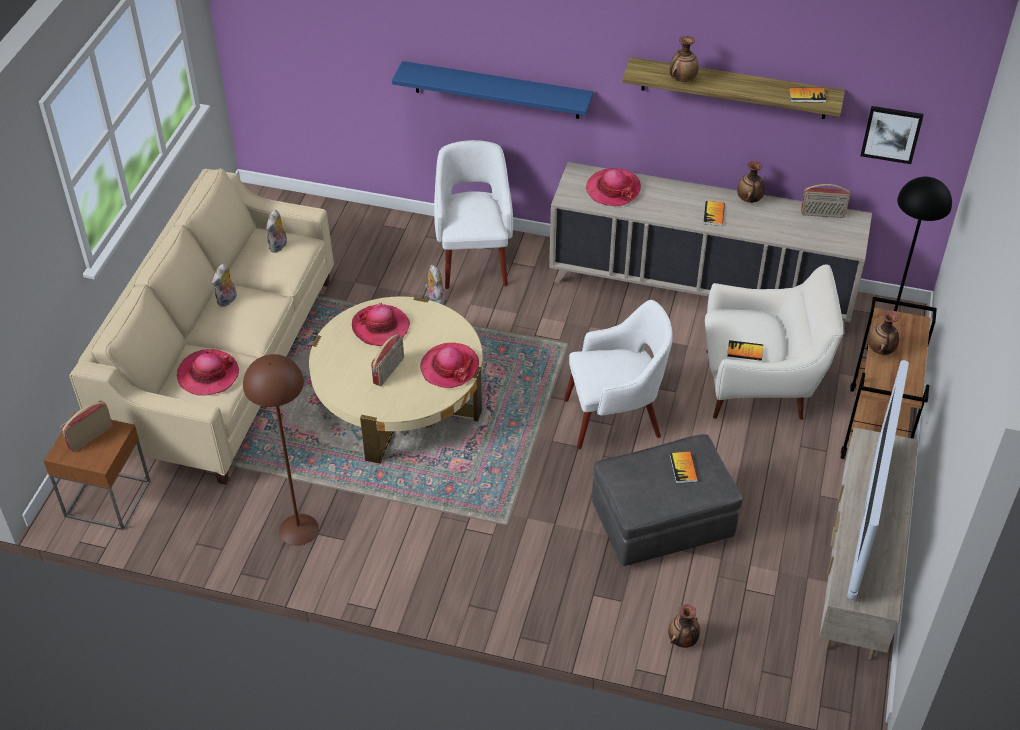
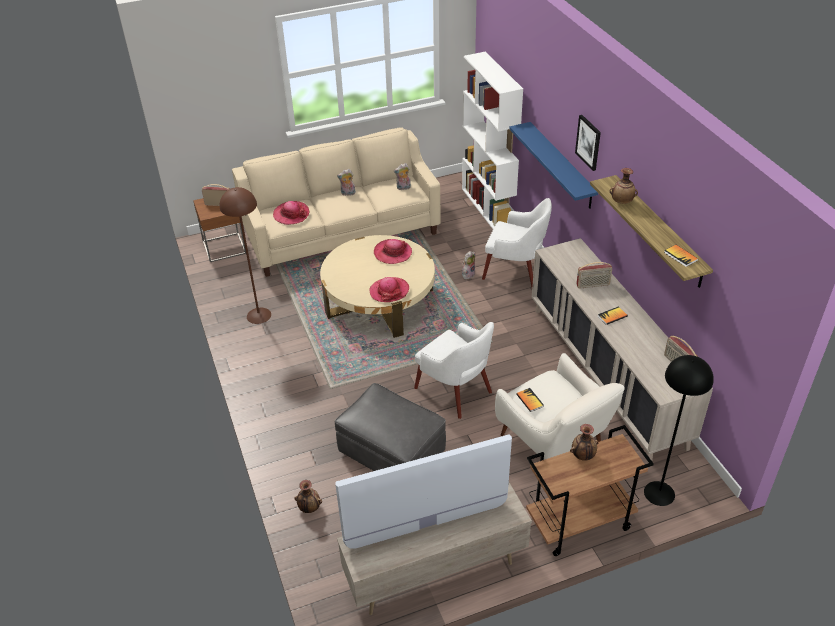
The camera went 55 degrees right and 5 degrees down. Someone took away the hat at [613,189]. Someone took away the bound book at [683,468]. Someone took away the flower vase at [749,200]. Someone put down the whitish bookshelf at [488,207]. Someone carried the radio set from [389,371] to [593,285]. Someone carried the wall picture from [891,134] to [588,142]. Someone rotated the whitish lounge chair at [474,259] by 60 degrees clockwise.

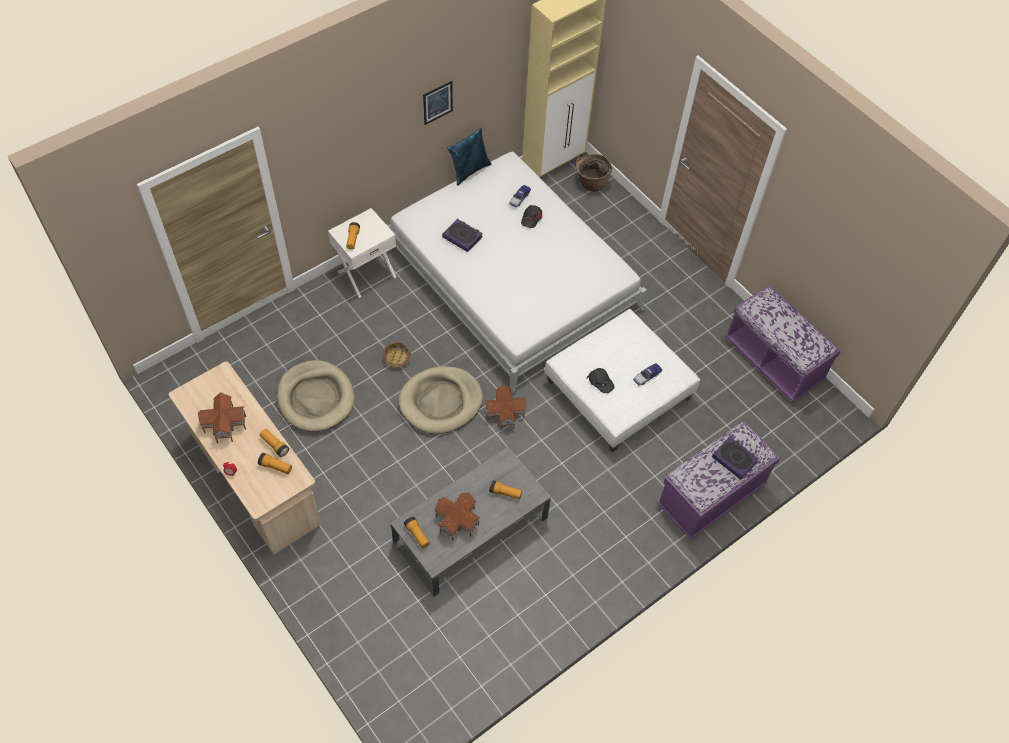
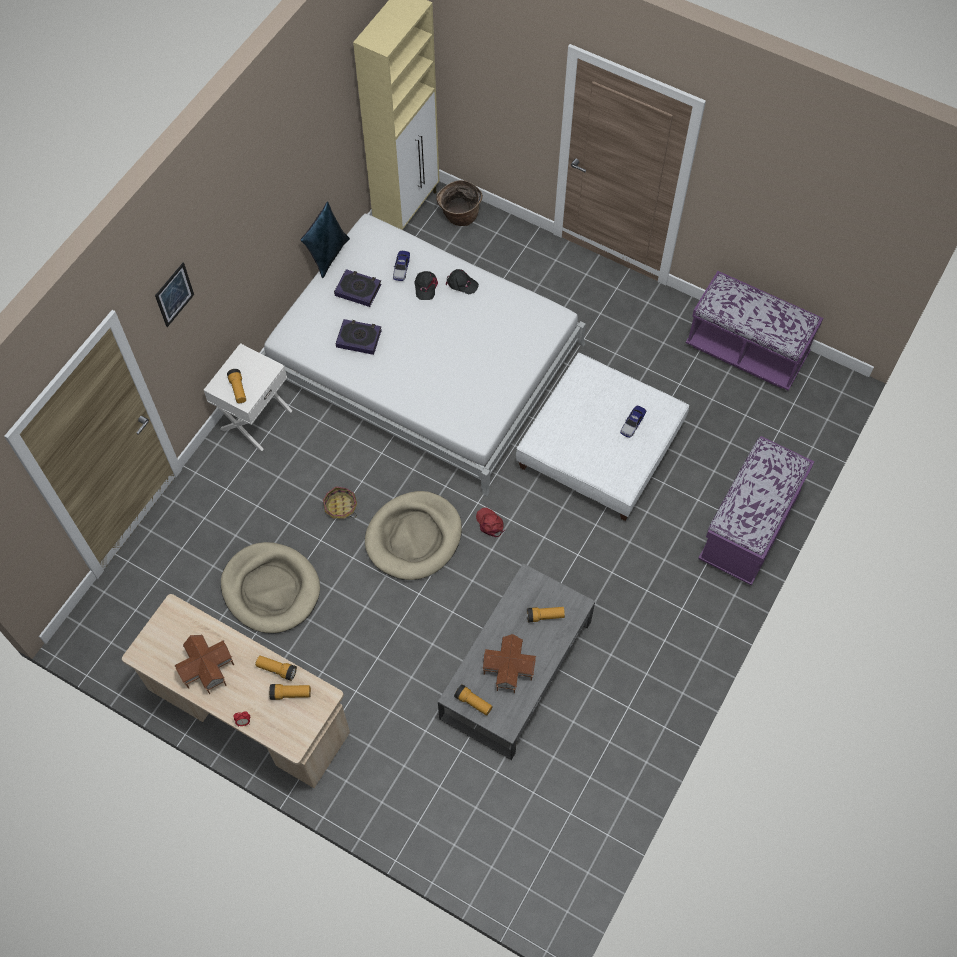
The camera went 20 degrees left and 5 degrees up. Someone carried the wall picture from [437,102] to [174,294]. Someone carried the black baseball cap from [600,381] to [461,283]. Someone carried the bound book from [734,459] to [358,290]. Someone swapped the miniature house at [504,414] for the red-coloured baseball cap at [490,523].

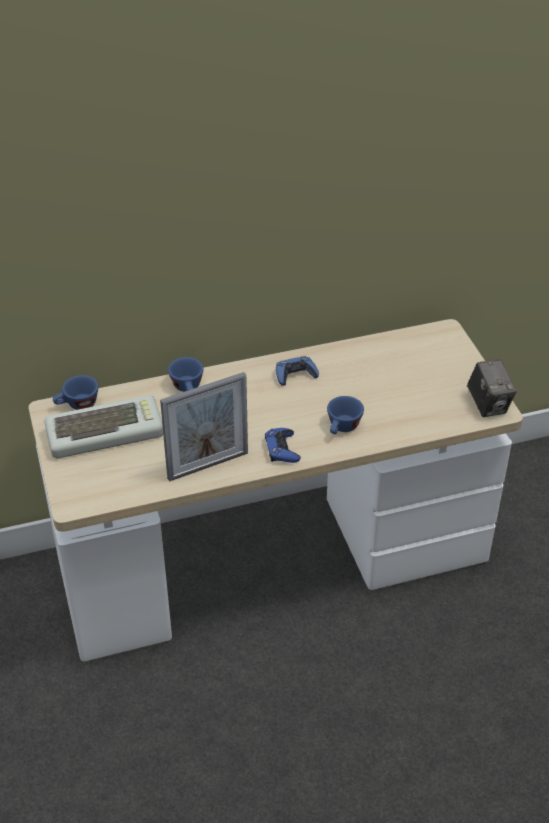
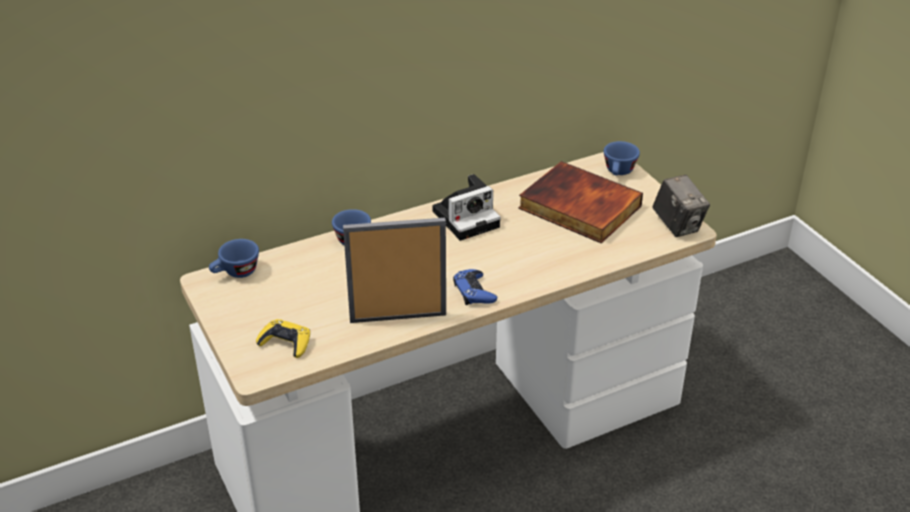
The camera went 10 degrees left and 5 degrees down. Someone took away the computer keyboard at [106,432]. Someone put down the yellow gamepad at [285,343]. Someone put down the bound book at [578,208]. Someone carried the blue drinking cup from [342,428] to [619,172]. Someone swapped the blue gamepad at [295,374] for the photo camera at [467,217]. Someone rotated the photo frame at [208,466] by 150 degrees counterclockwise.

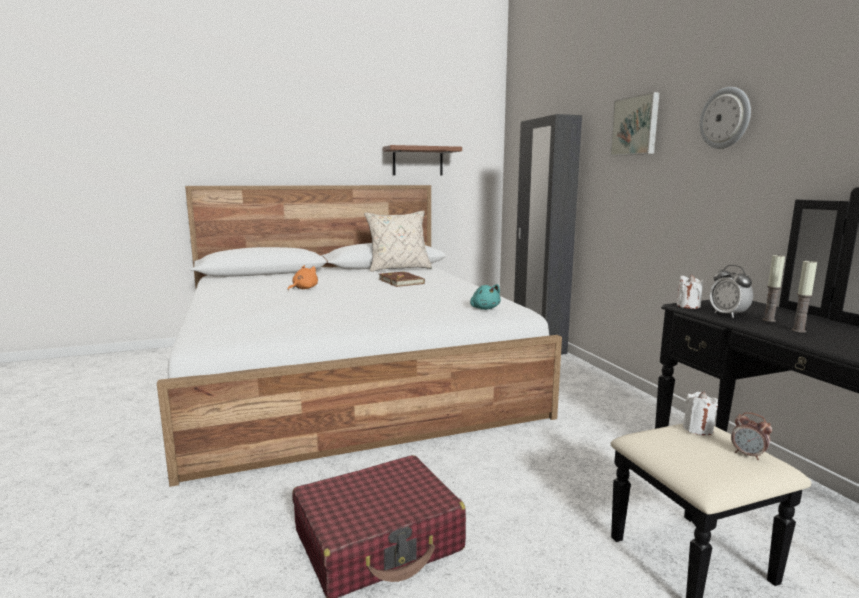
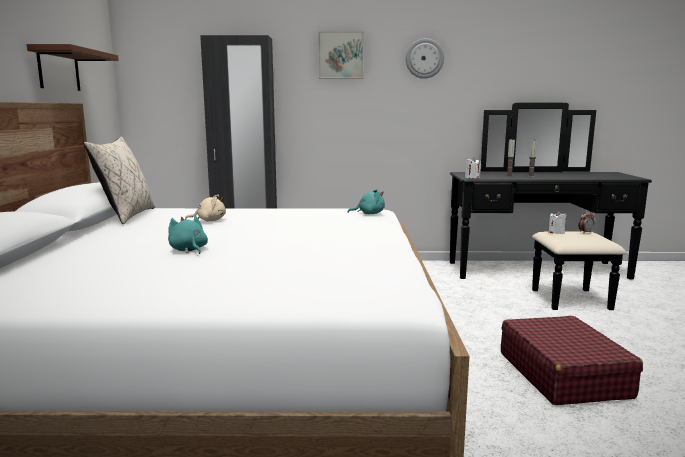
The camera went 70 degrees left and 0 degrees up. Someone took away the table clock at [728,314]. Someone swapped the brown-coloured bound book at [401,281] for the sand-coloured cuddly toy at [209,220]. Someone repainted the orange cuddly toy at [303,288], which became the turquoise cuddly toy at [188,250].

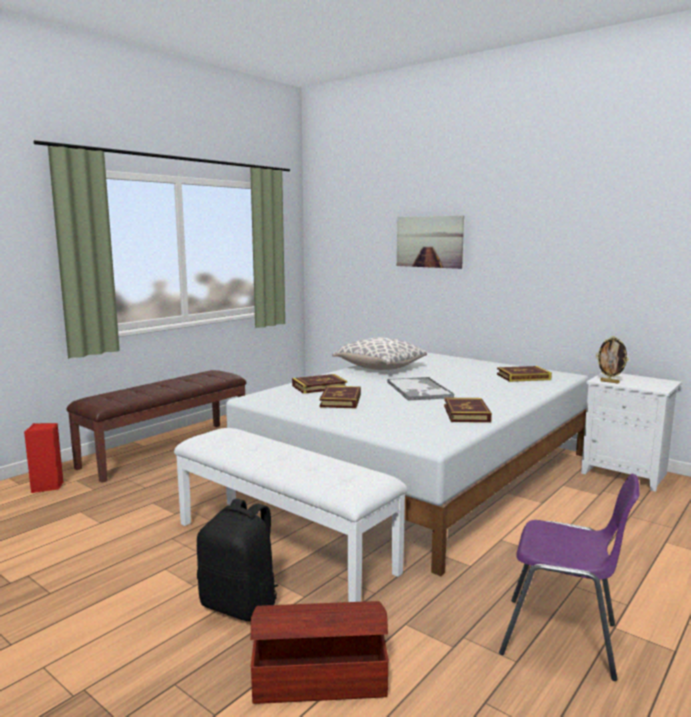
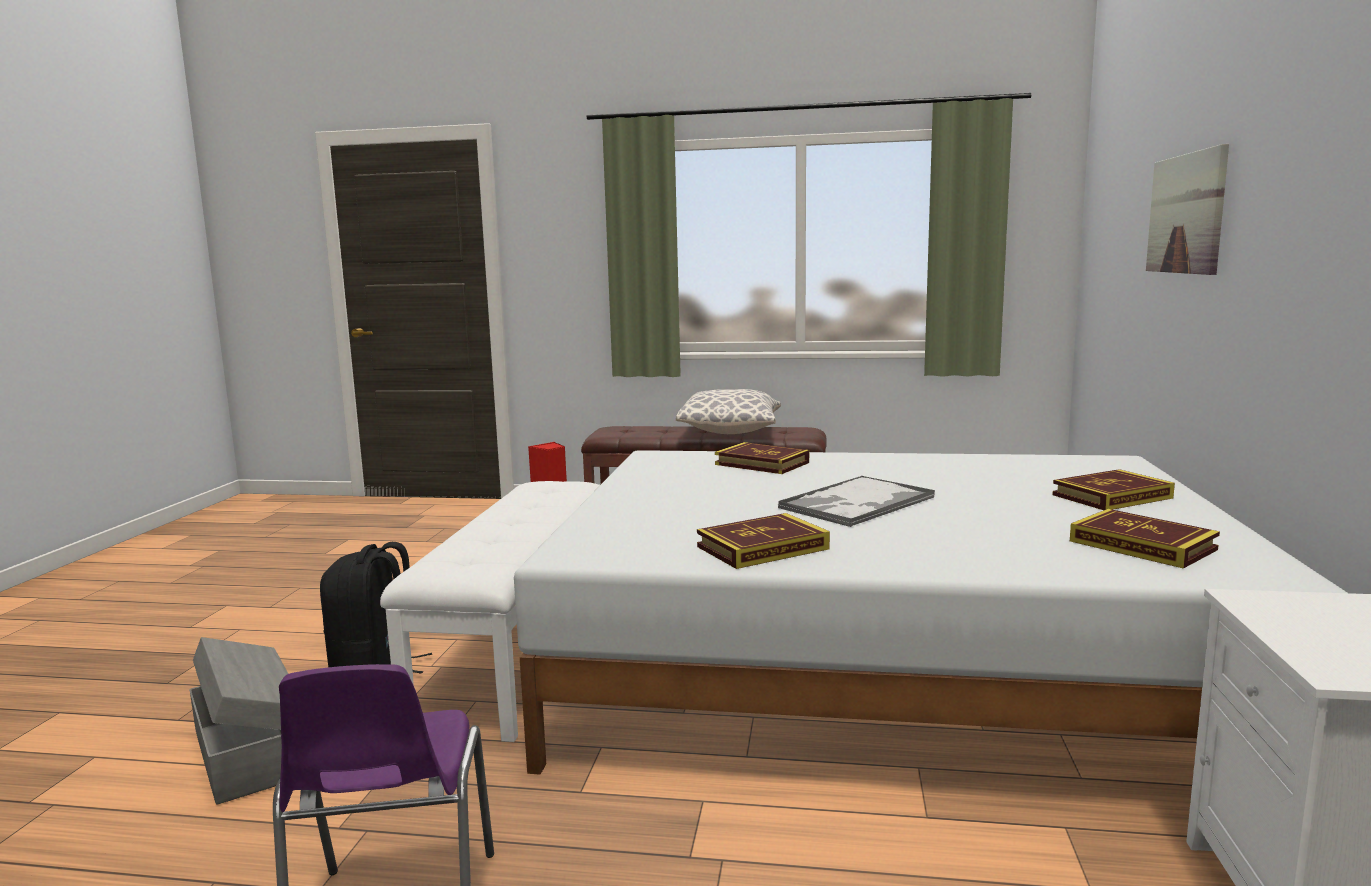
The camera went 60 degrees right and 0 degrees up. Someone took away the photo frame at [610,382]. Someone carried the bound book from [340,400] to [1112,496]. Someone carried the cushion from [379,368] to [730,431]. Someone repainted the brown-coloured storage container at [318,676], which became the gray storage container at [249,752].

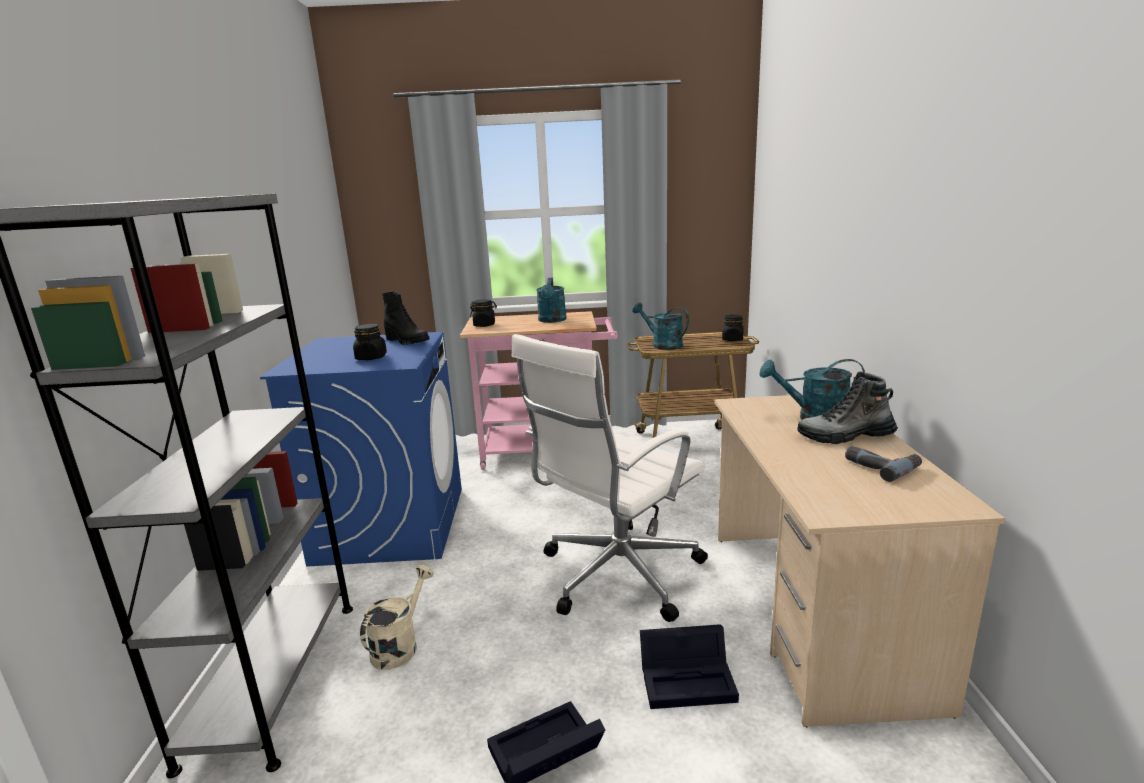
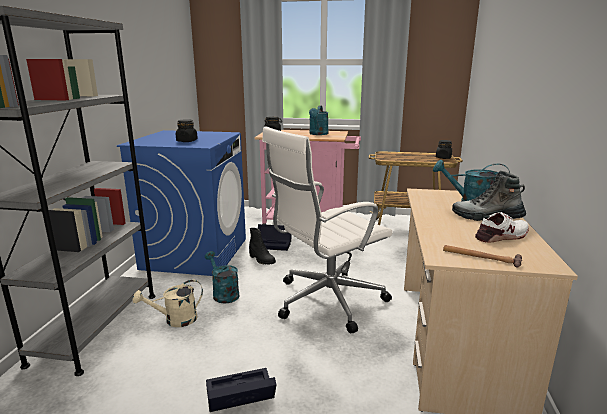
The camera went 10 degrees right and 0 degrees up. Someone put down the tool hammer at [481,257]. Someone carried the black tall boot from [406,341] to [261,260]. Someone carried the turquoise sprinkling can from [662,345] to [223,293]. Someone carried the black storage container from [689,678] to [274,244]. Someone swapped the electric drill at [881,466] for the whitish low shoe at [502,236]. Someone rotated the sand-coloured sprinkling can at [400,645] by 150 degrees counterclockwise.

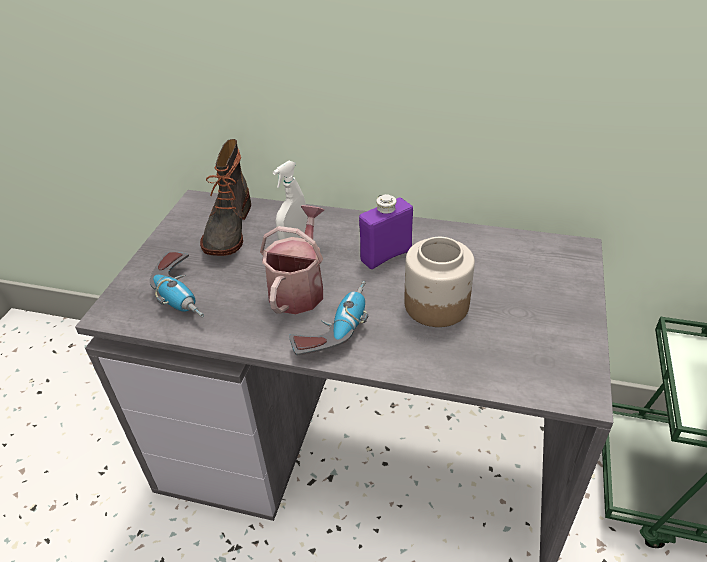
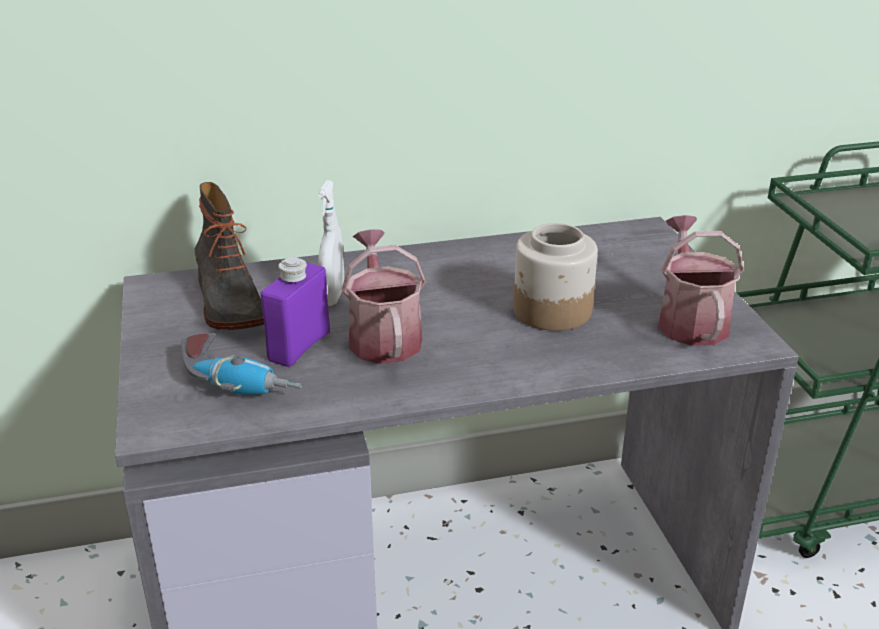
The camera went 30 degrees left and 10 degrees down. Someone took away the electric drill at [334,327]. Someone put down the sprinkling can at [690,320]. Someone carried the purple drink bottle from [386,255] to [299,346].

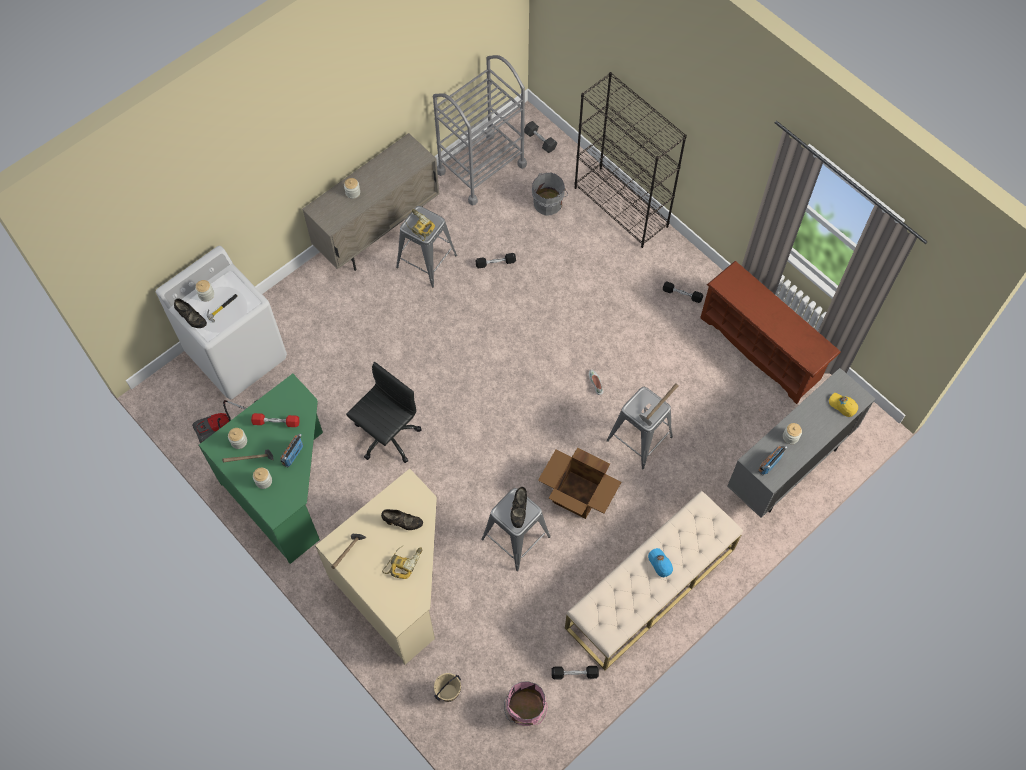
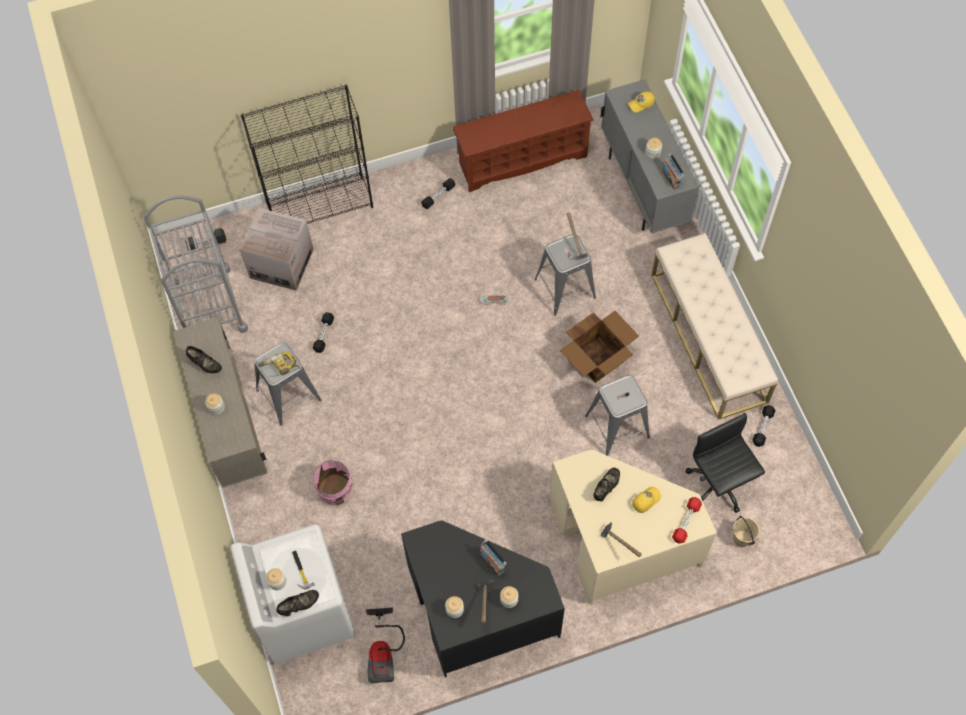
The camera went 65 degrees left and 0 degrees up. Someone took away the blue baseball cap at [660,563]. Someone carried the red-coloured hand weight from [276,422] to [686,522]. Someone carried the black desk chair from [386,436] to [719,485]. Someone carried the pink pail from [525,710] to [336,490]. Someone carried the black low shoe from [519,510] to [205,364]. Someone swapped the electric drill at [403,562] for the yellow baseball cap at [646,500]. Someone swapped the gray pail at [549,202] for the cardboard box at [281,263]. Someone repainted the green desk at [286,488], which became the black desk at [478,613].

